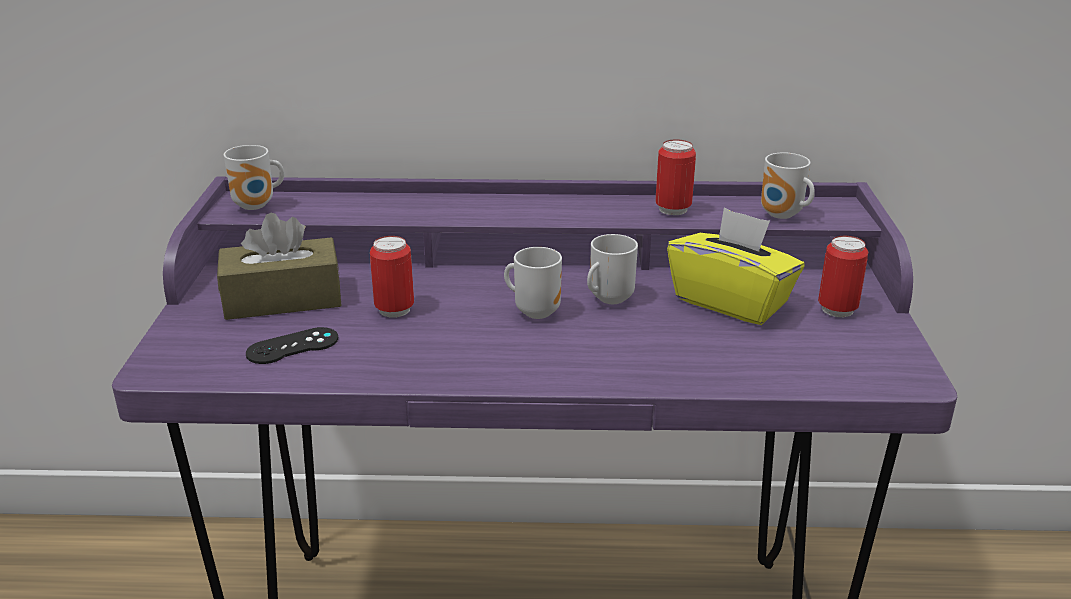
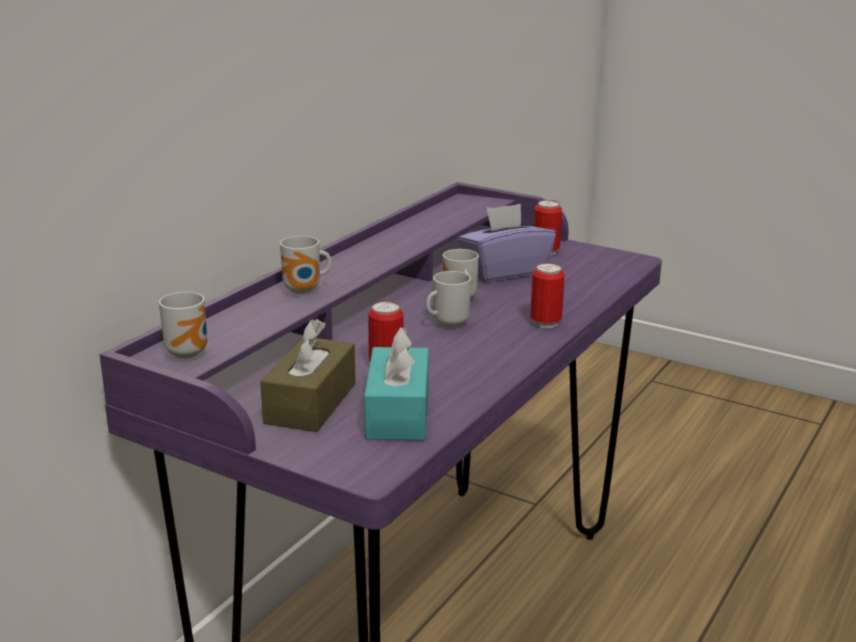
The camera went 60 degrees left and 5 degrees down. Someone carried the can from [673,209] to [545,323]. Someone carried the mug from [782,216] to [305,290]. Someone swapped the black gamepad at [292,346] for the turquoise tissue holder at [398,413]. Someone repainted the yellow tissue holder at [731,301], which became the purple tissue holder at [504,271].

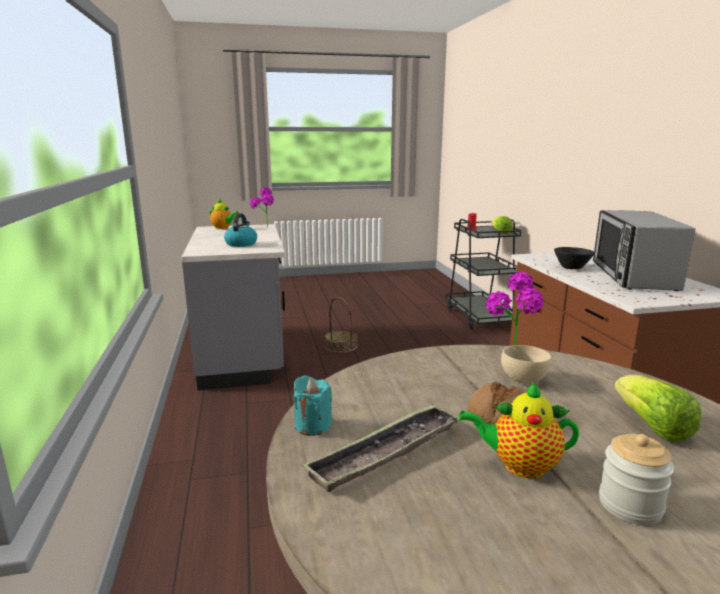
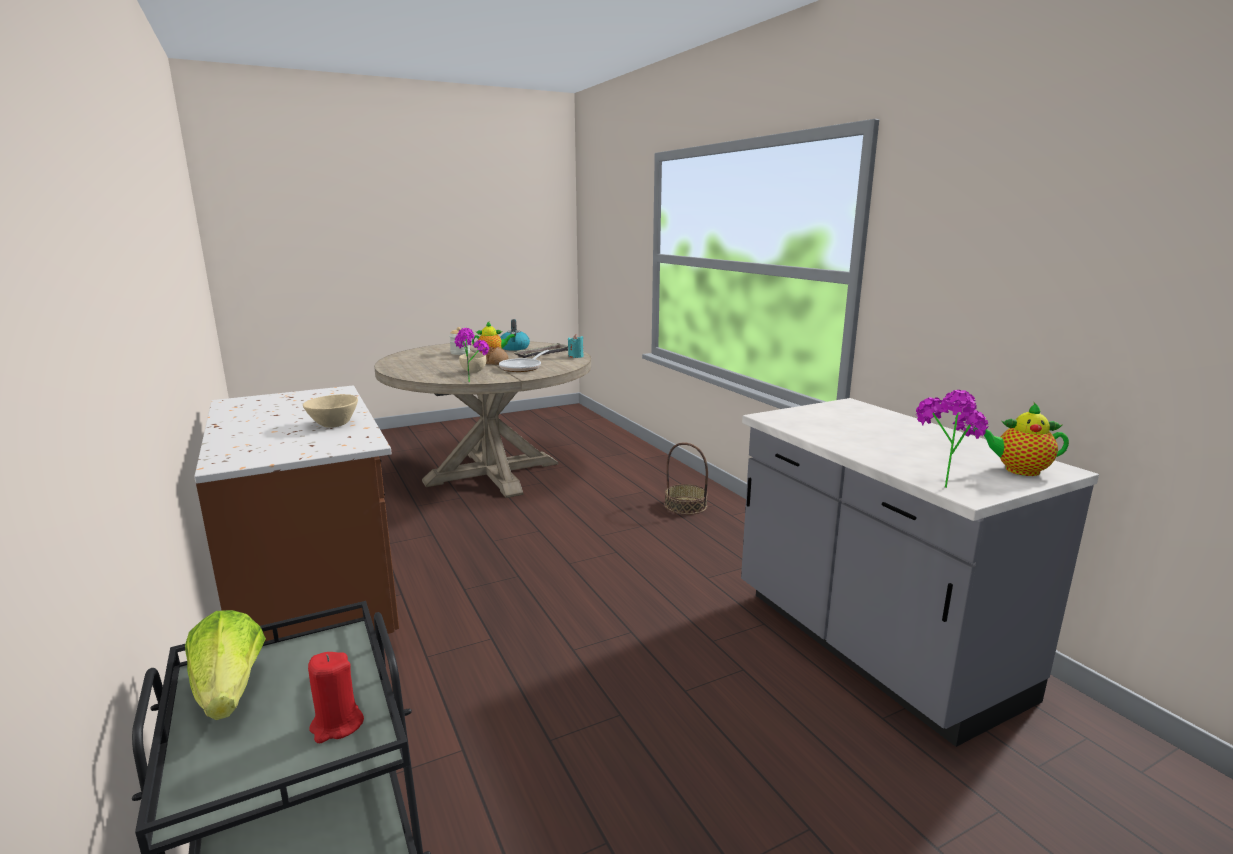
The camera went 165 degrees right and 0 degrees up. Someone took away the kitchen microwave at [632,276]. Someone took away the head of lettuce at [651,427]. Someone put down the skillet at [523,368]. Someone carried the tea kettle from [241,244] to [514,348]. Someone carried the storage basket from [340,346] to [685,505]. Someone repainted the black bowl at [573,268], which became the sand-coloured bowl at [332,424].

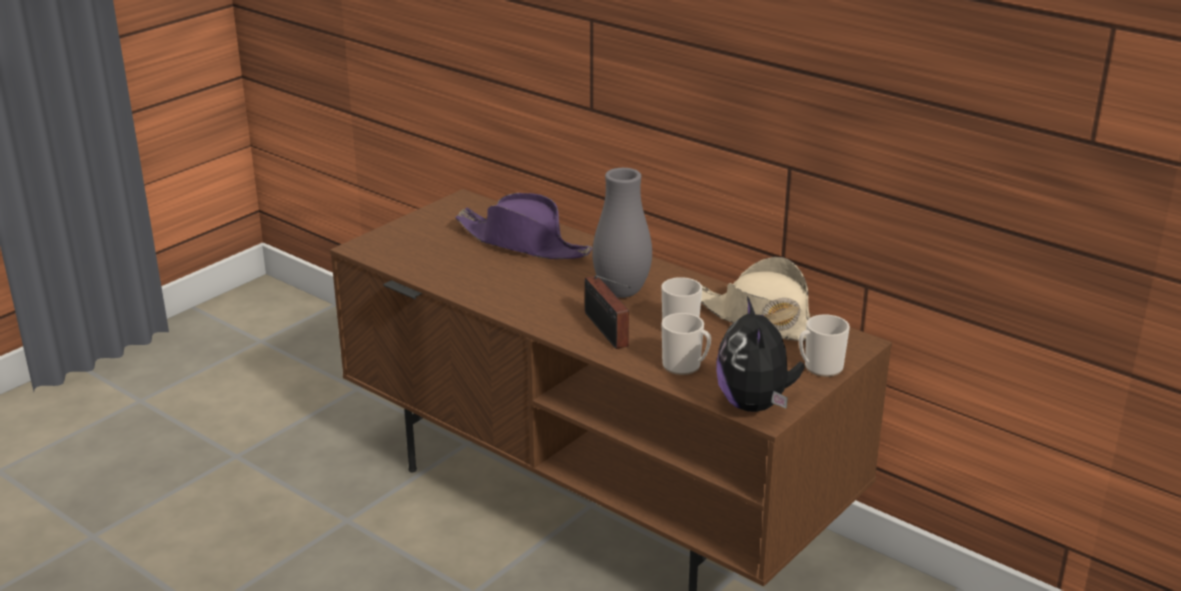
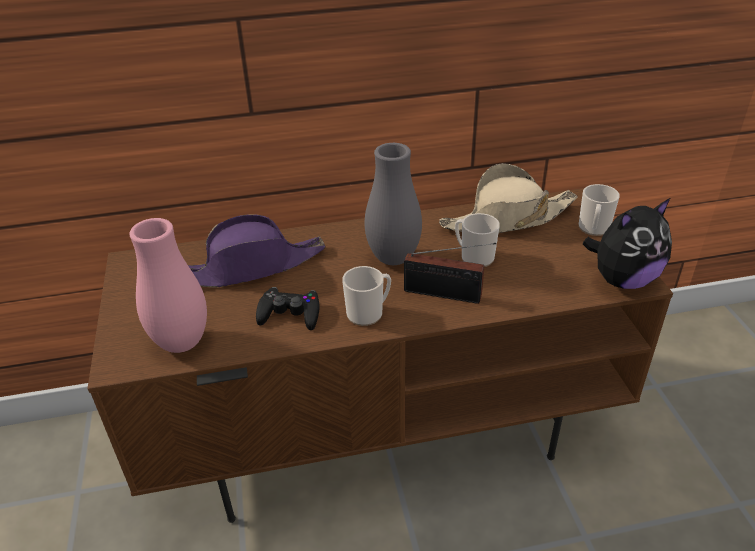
The camera went 50 degrees left and 10 degrees up. Someone put down the pink flower vase at [181,342]. Someone put down the black gamepad at [290,314]. Someone carried the mug from [685,366] to [368,313]. Someone rotated the cuddly toy at [755,405] by 60 degrees counterclockwise.

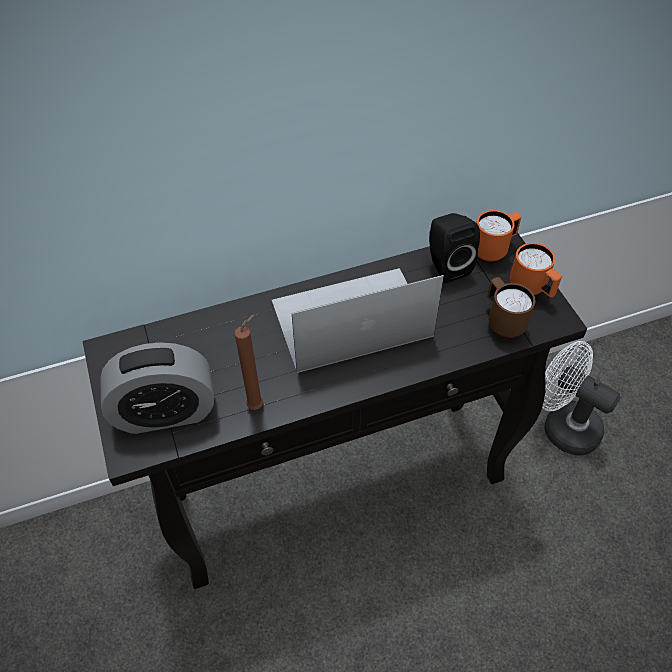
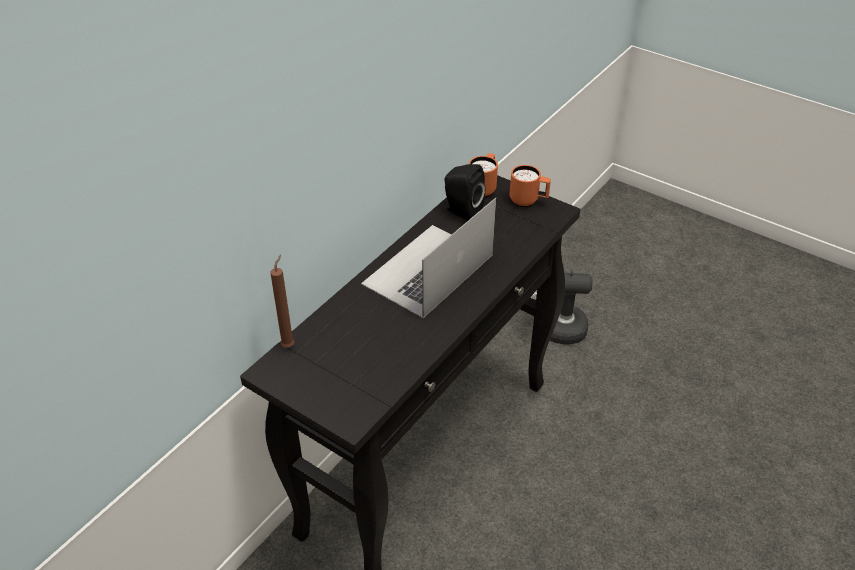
The camera went 35 degrees left and 10 degrees down. Someone took away the table clock at [165,412]. Someone took away the brown-coloured mug at [502,322]. Someone carried the brown-coloured wax light from [258,405] to [289,345].

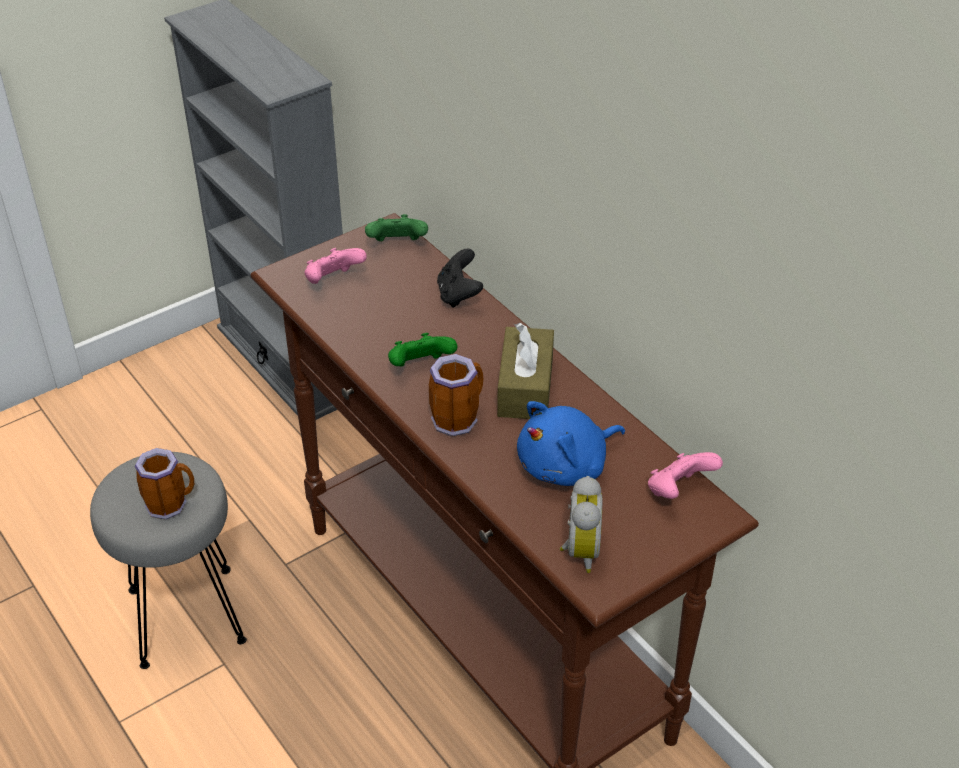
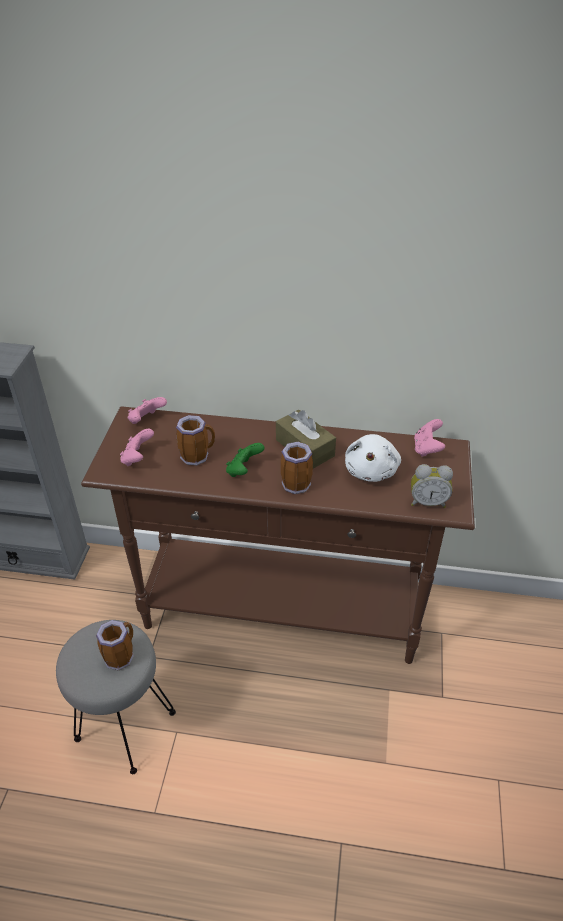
The camera went 45 degrees left and 0 degrees up. Someone took away the black gamepad at [459,295]. Someone put down the mug at [197,455]. Someone repainted the green gamepad at [397,245], which became the pink gamepad at [146,420]. Someone repainted the blue cuddly toy at [566,466], which became the whitish cuddly toy at [371,470]. Someone rotated the table clock at [578,551] by 135 degrees clockwise.

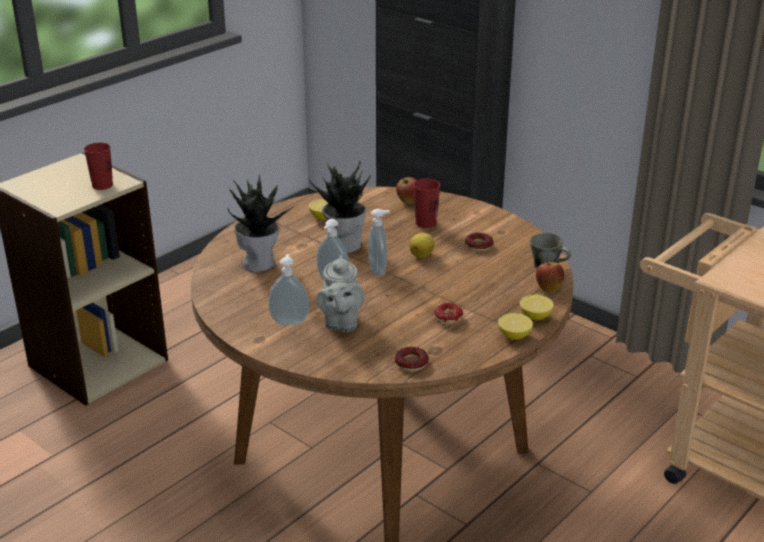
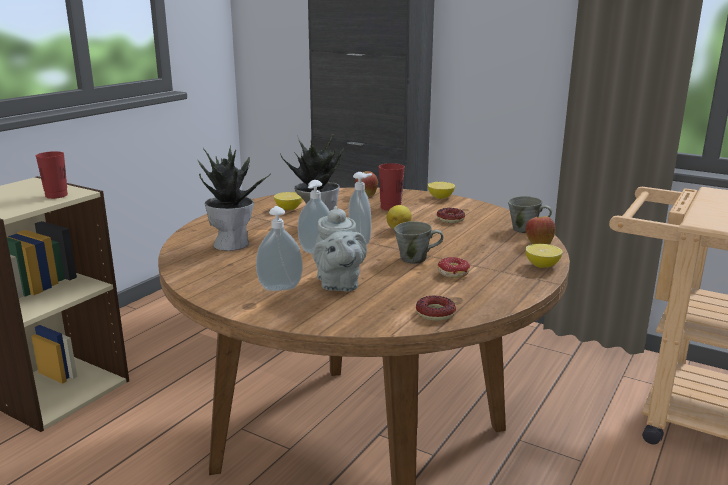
The camera went 10 degrees left and 10 degrees down. Someone put down the gray mug at [415,259]. Someone carried the lemon from [514,336] to [440,197].

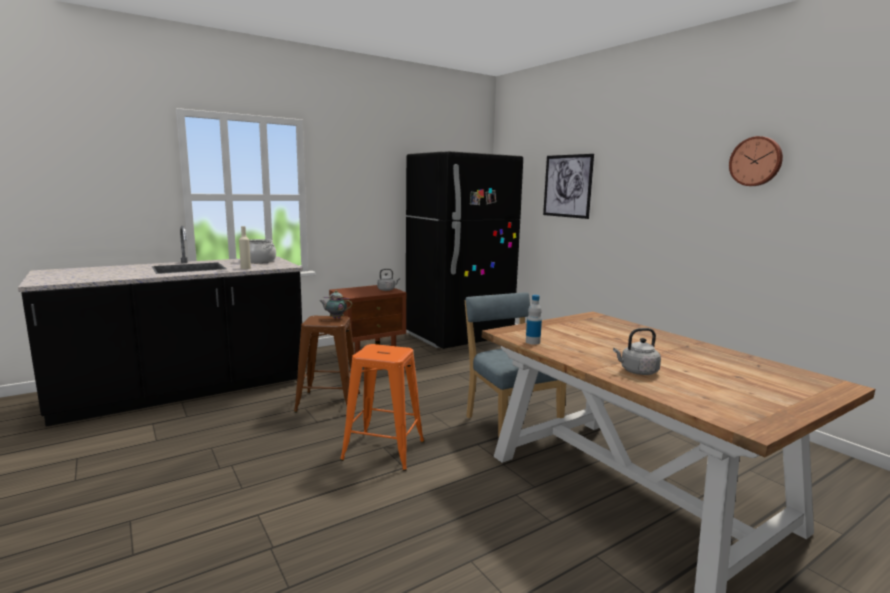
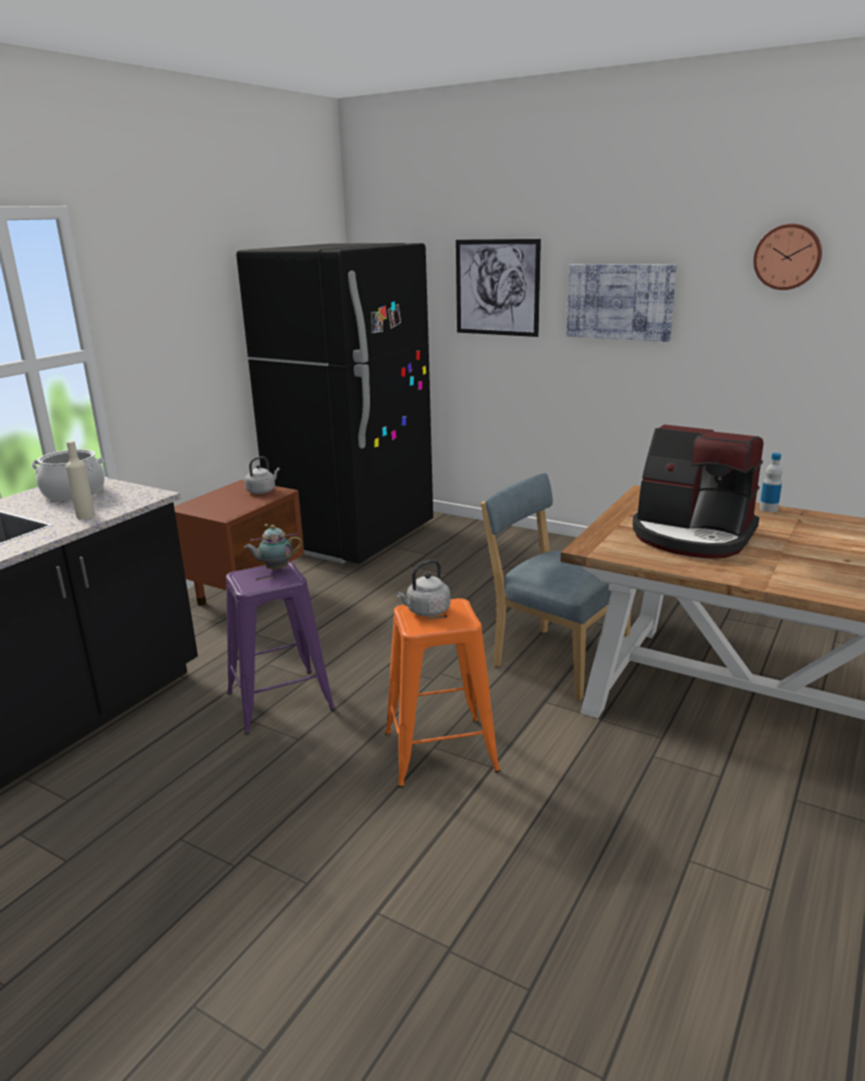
The camera went 25 degrees left and 10 degrees up. Someone put up the wall picture at [619,302]. Someone put down the coffee machine at [692,535]. Someone carried the drink bottle from [532,342] to [768,509]. Someone carried the gray tea kettle from [637,371] to [426,611]. Someone repainted the brown-coloured stool seat at [328,402], which became the purple stool seat at [279,701].

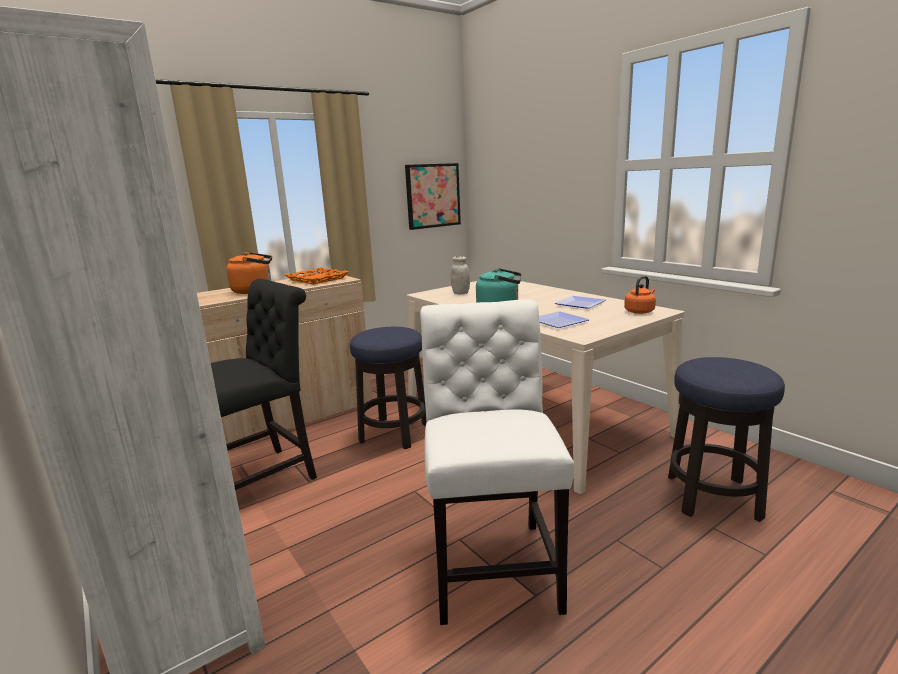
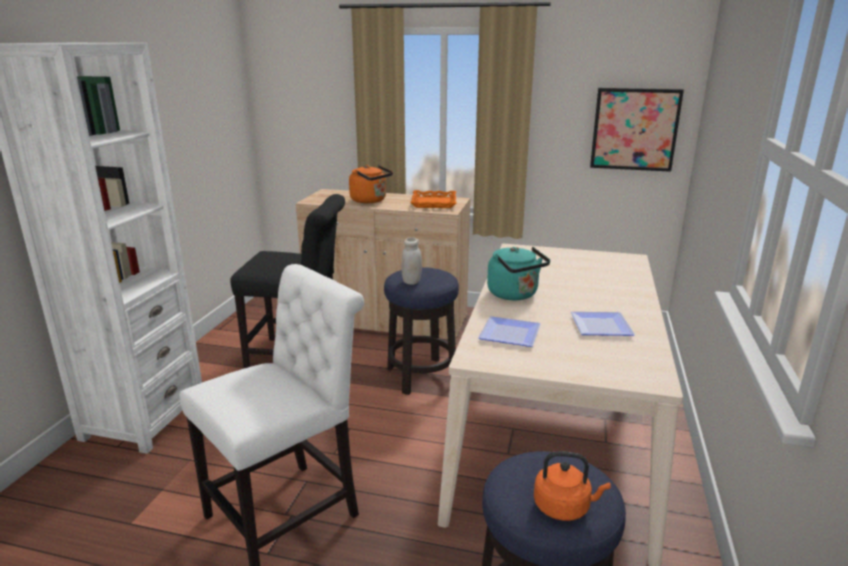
The camera went 50 degrees right and 5 degrees up. Someone carried the whitish storage jar from [460,293] to [411,281]. Someone carried the orange tea kettle from [640,311] to [564,507].

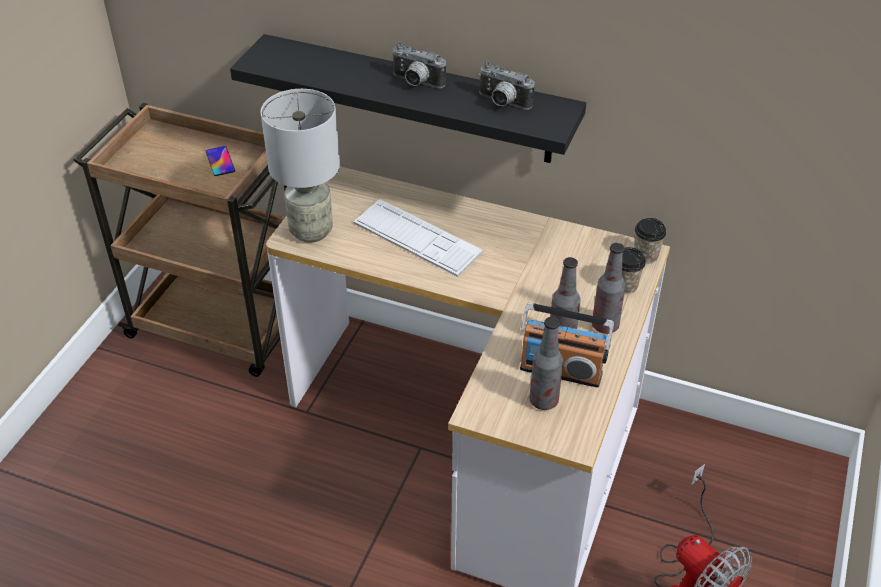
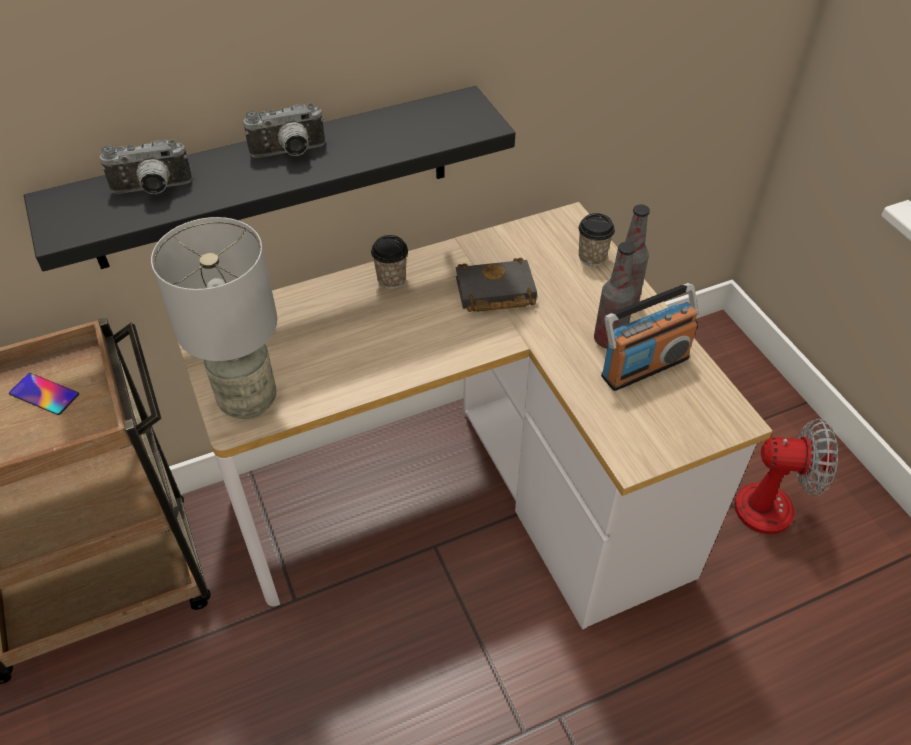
The camera went 45 degrees left and 5 degrees up. Someone took away the computer keyboard at [417,238]. Someone took away the drink bottle at [543,400]. Someone put down the black bound book at [493,292]. Someone carried the photo camera from [502,103] to [152,190]. Someone carried the drinking cup from [646,256] to [391,279].

